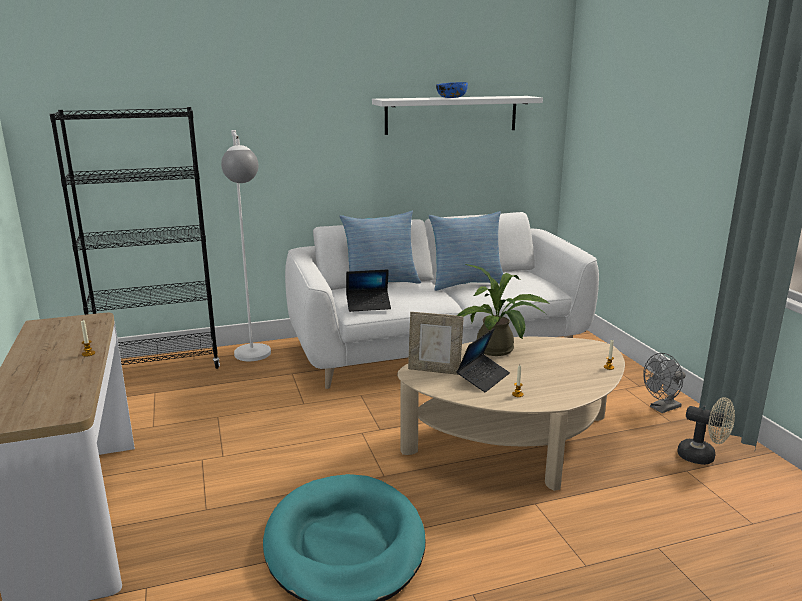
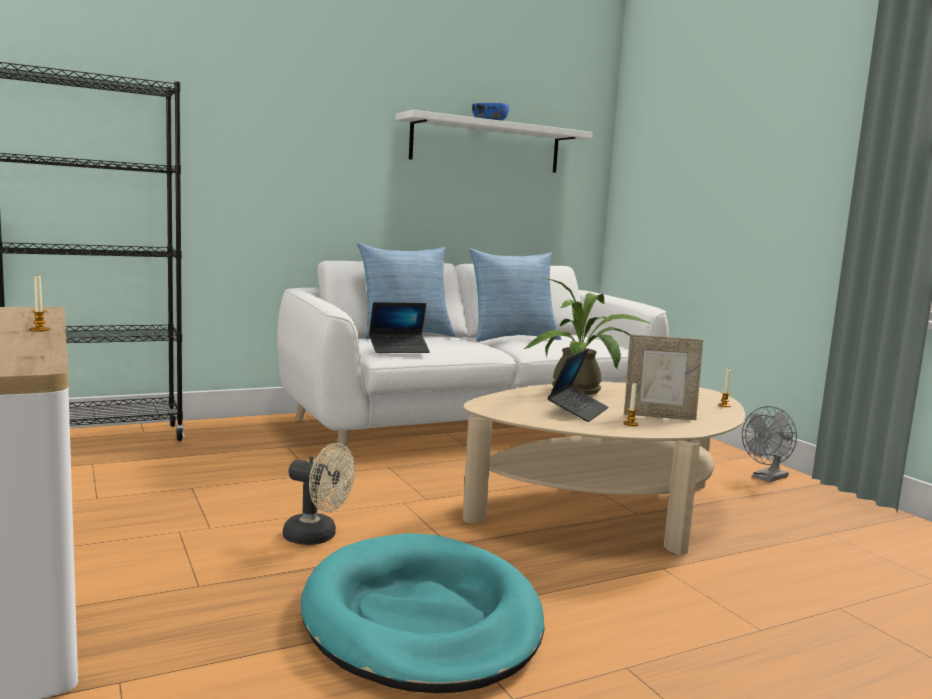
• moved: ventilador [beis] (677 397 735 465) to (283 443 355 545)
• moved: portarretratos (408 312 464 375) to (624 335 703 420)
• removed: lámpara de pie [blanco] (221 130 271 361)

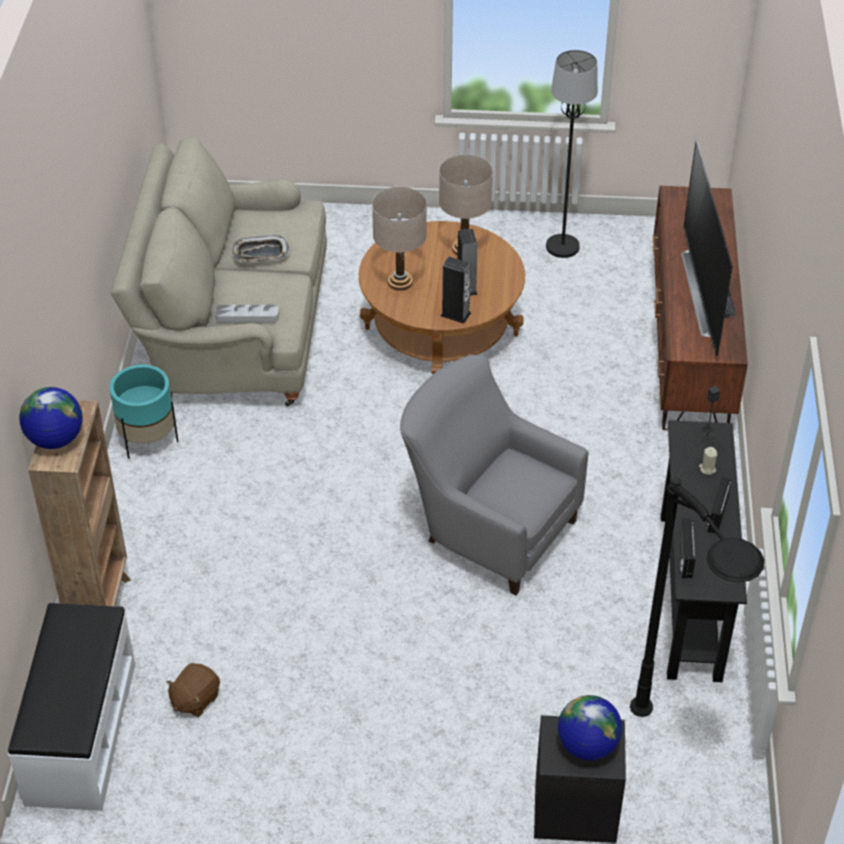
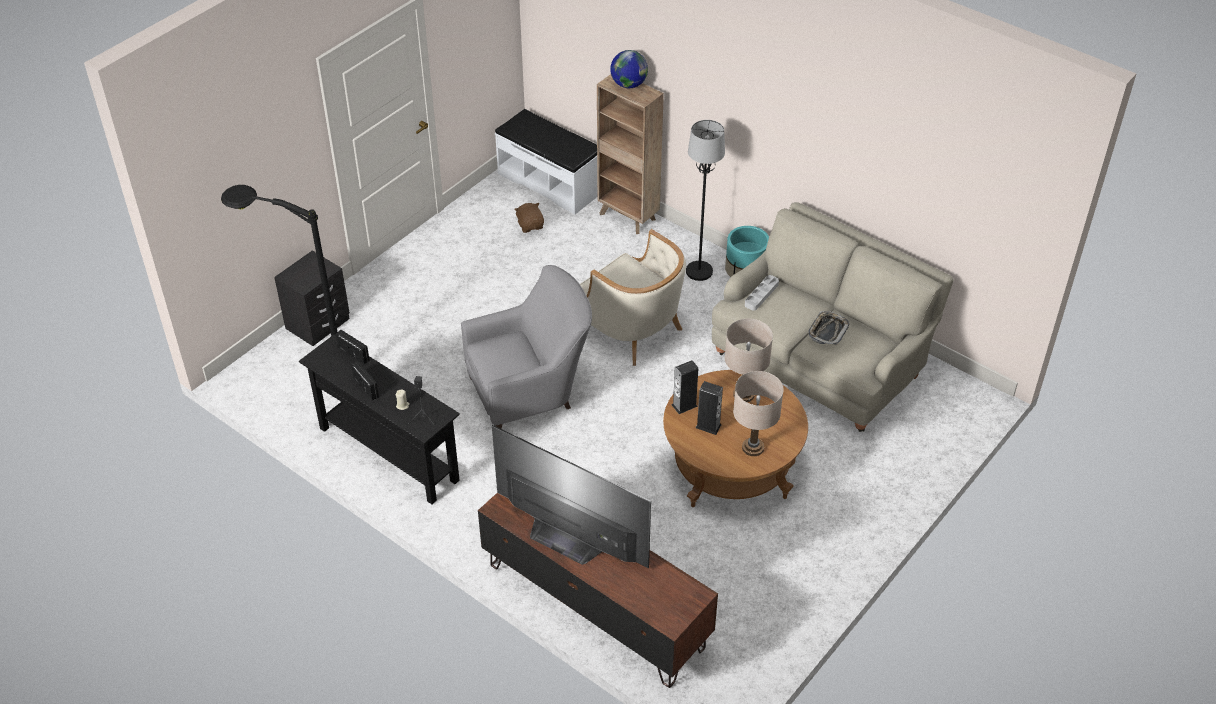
• added: sillón [beis] (580 229 686 366)
• moved: lámpara de pie [negro] (546 50 598 258) to (686 120 725 281)
• removed: globo terráqueo (558 695 622 761)

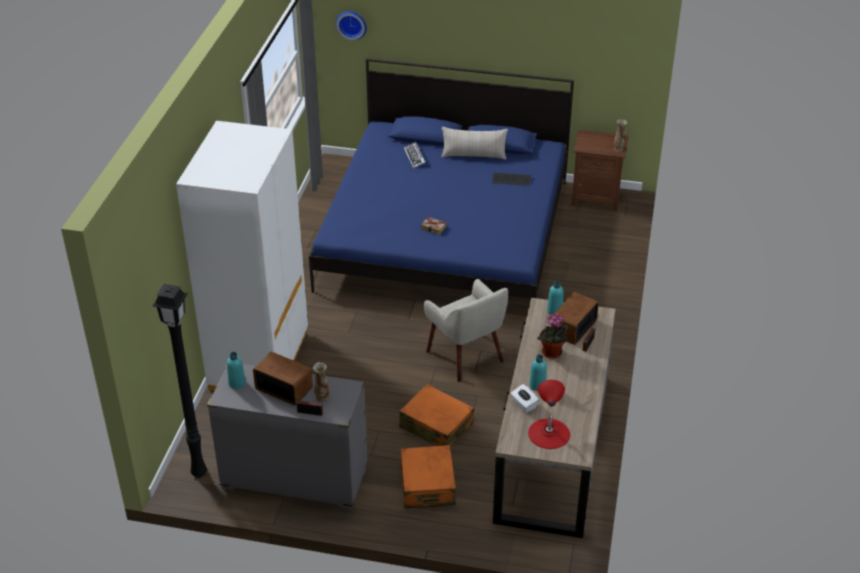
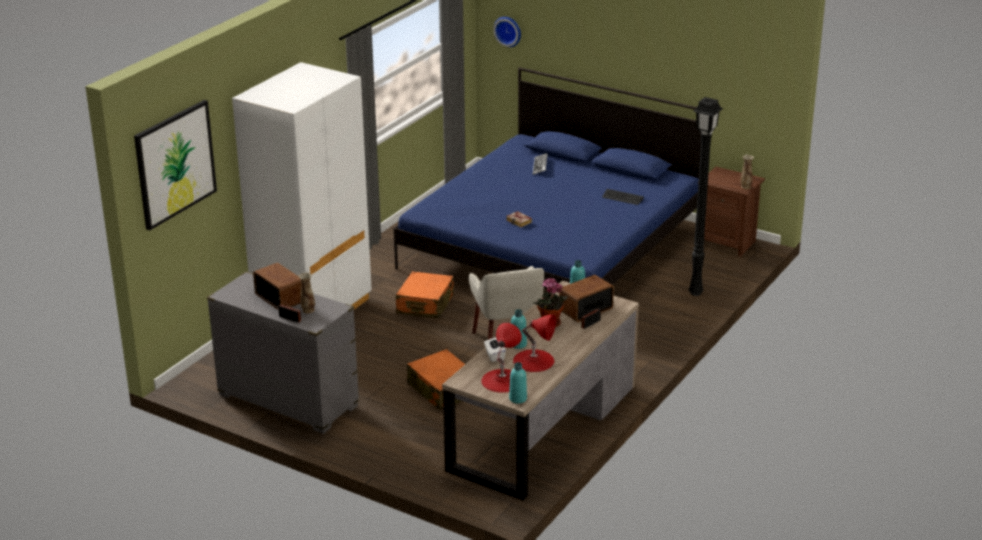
• added: cuadro (134 100 217 230)
• moved: maleta [naranja] (399 445 456 509) to (396 271 454 319)
• moved: botella [turquesa] (227 352 246 389) to (509 362 527 404)
• added: lámpara de mesa [rojo] (513 314 556 372)
• moved: lámpara de pie [negro] (152 284 207 478) to (689 97 723 296)
• removed: cojín [beis] (441 127 508 160)

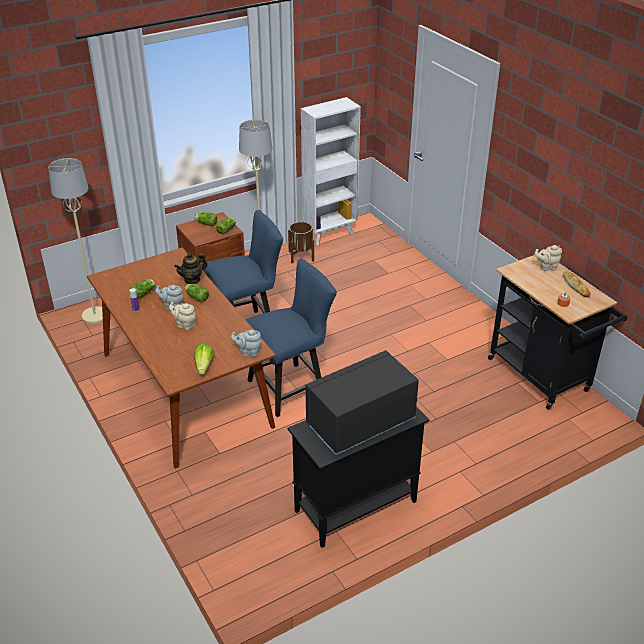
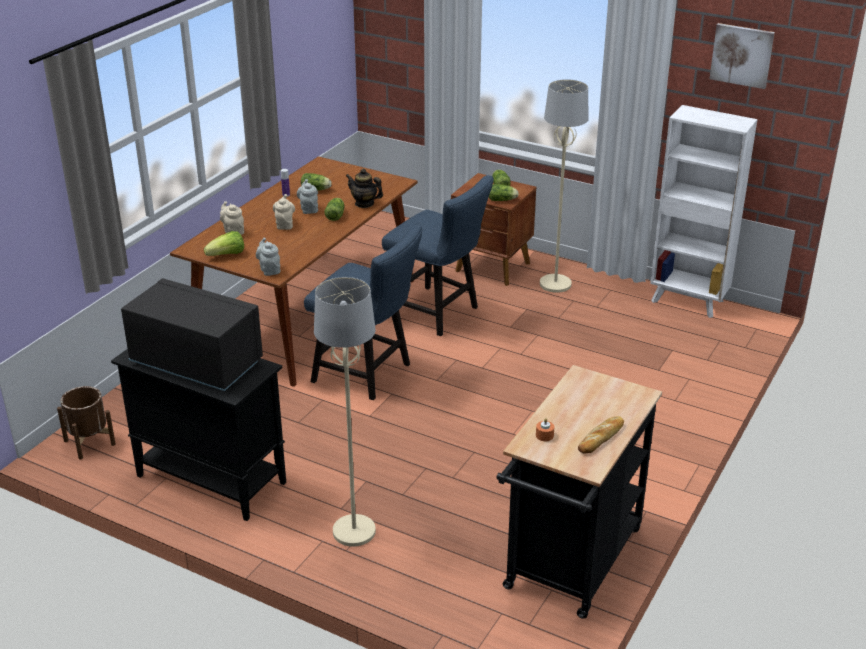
• moved: maceta [marrón] (288 222 314 263) to (57 386 116 459)
• moved: tetera [beis] (534 245 562 271) to (220 201 244 235)
• moved: lámpara de pie [beis] (48 158 103 324) to (314 277 376 547)
• added: cuadro (709 23 775 89)

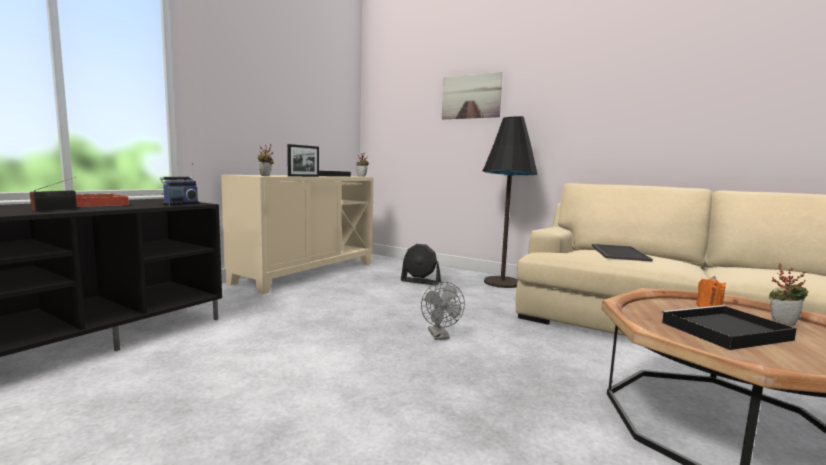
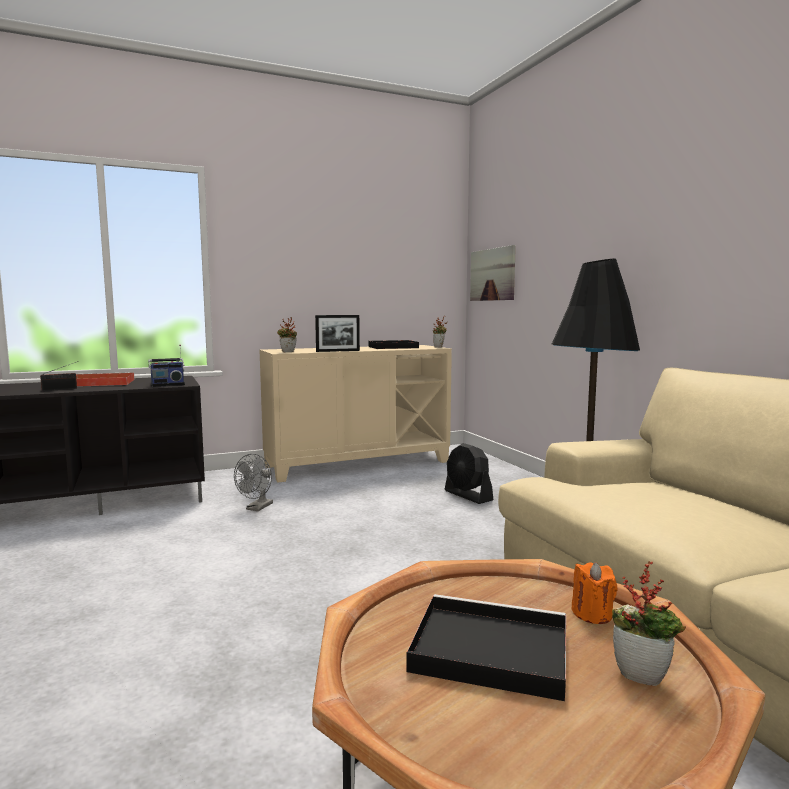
• moved: ventilador [gris] (421 282 465 340) to (234 454 273 511)
• moved: cuadro (442 72 503 119) to (470 245 516 301)
• removed: bandeja (592 244 653 262)

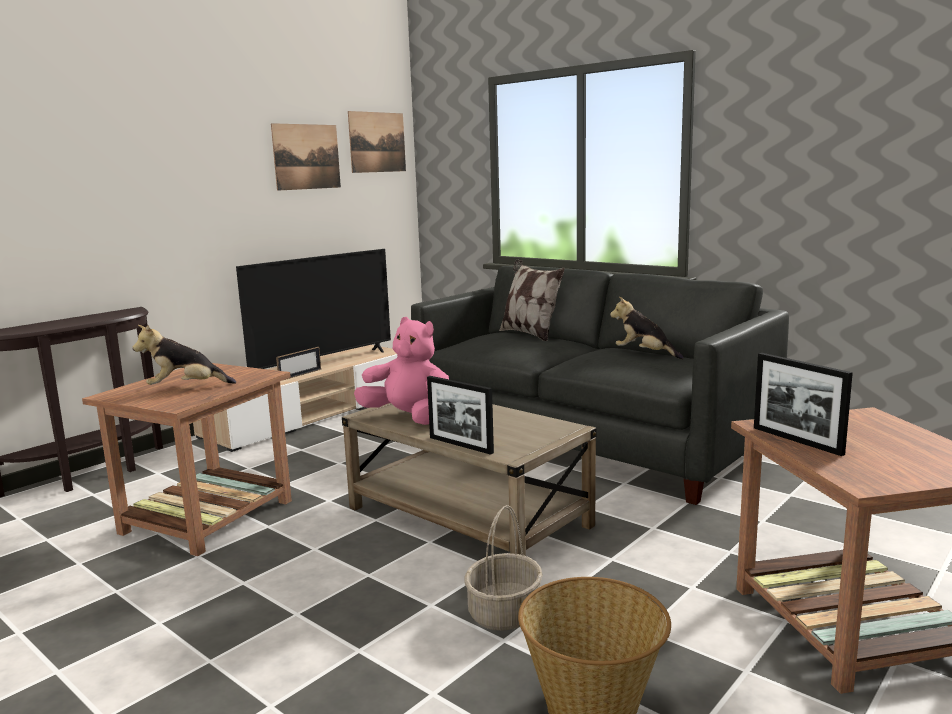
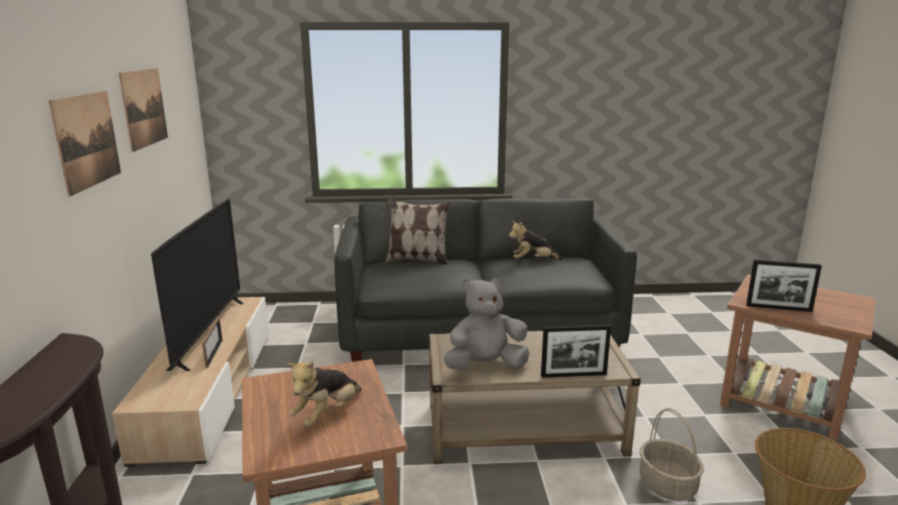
• moved: cuadro (348 111 406 173) to (49 91 121 197)
• recoloured: peluche [rosa] (354 317 449 425) to peluche [gris] (443 278 530 370)

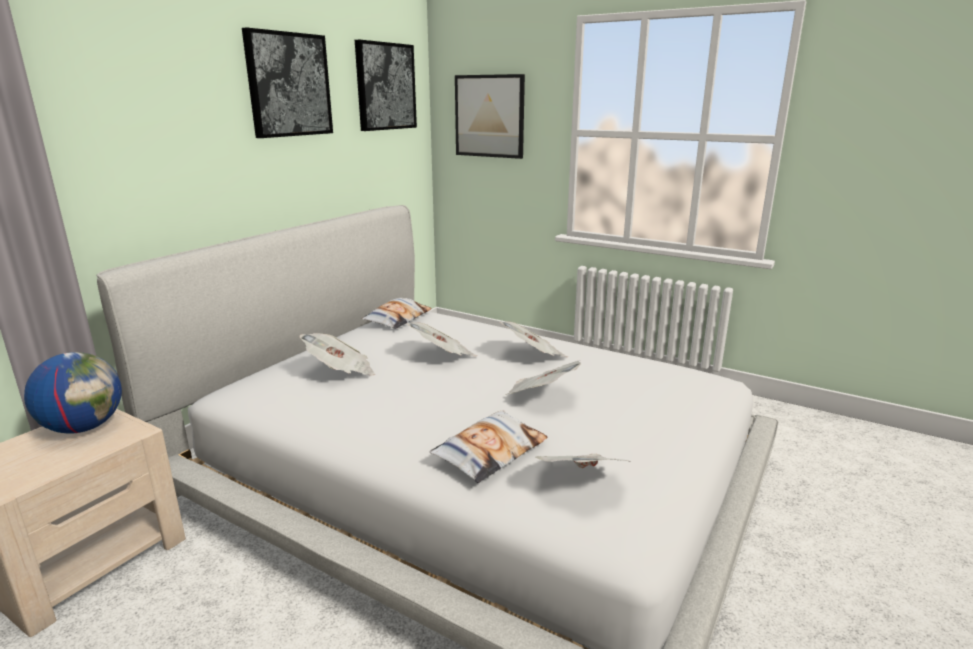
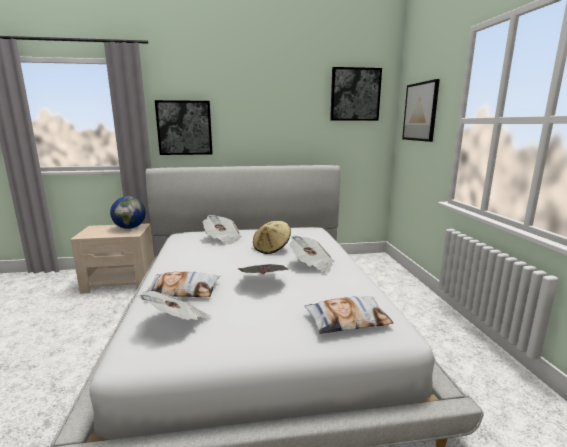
• moved: cuadro (242 27 333 138) to (155 100 213 155)
• replaced: periódico (406 322 477 356) to sombrero [beis] (253 221 291 254)
• moved: cojín (362 298 432 329) to (304 296 394 334)

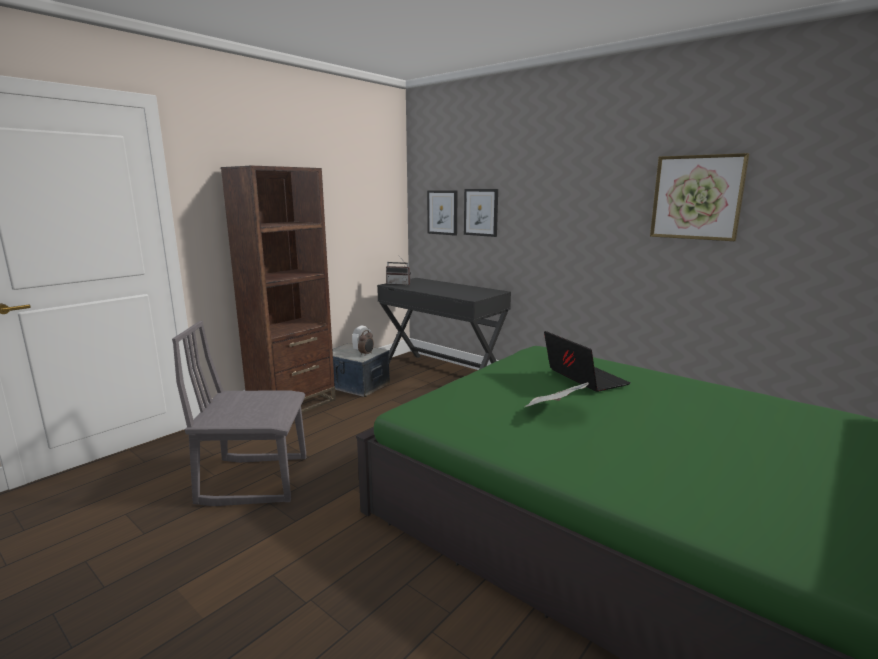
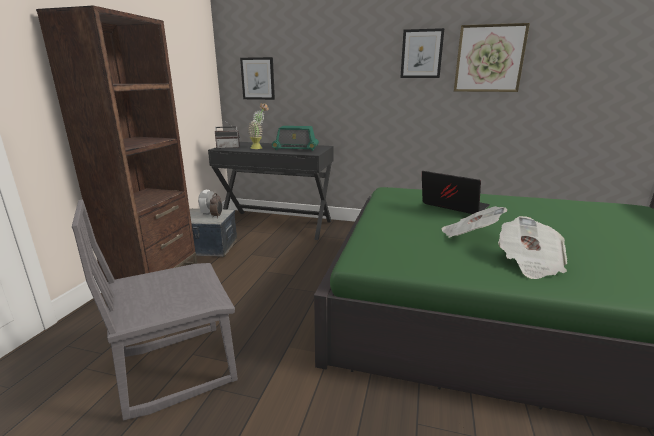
• added: planta en maceta (248 103 268 149)
• added: radio (272 126 319 151)
• moved: cuadro (464 189 498 237) to (400 28 445 78)
• added: periódico (498 216 567 279)

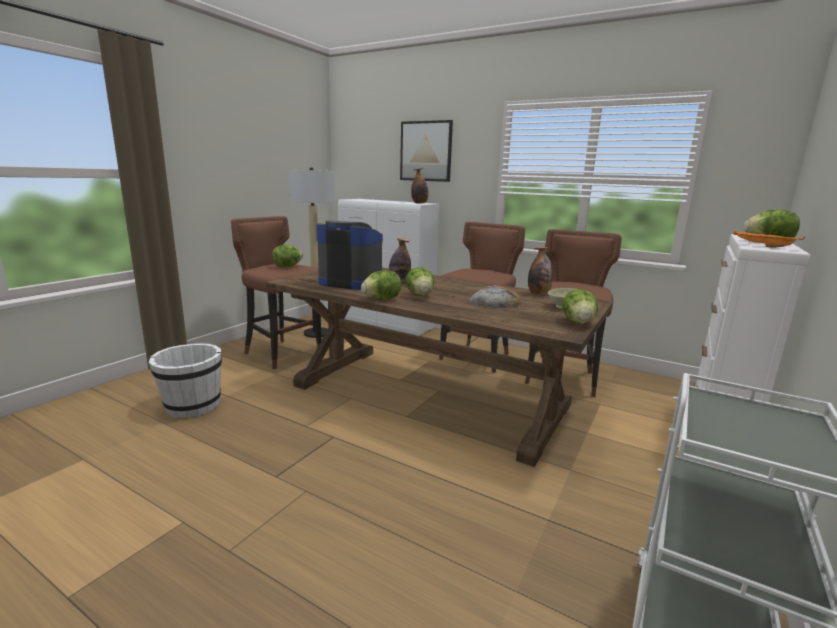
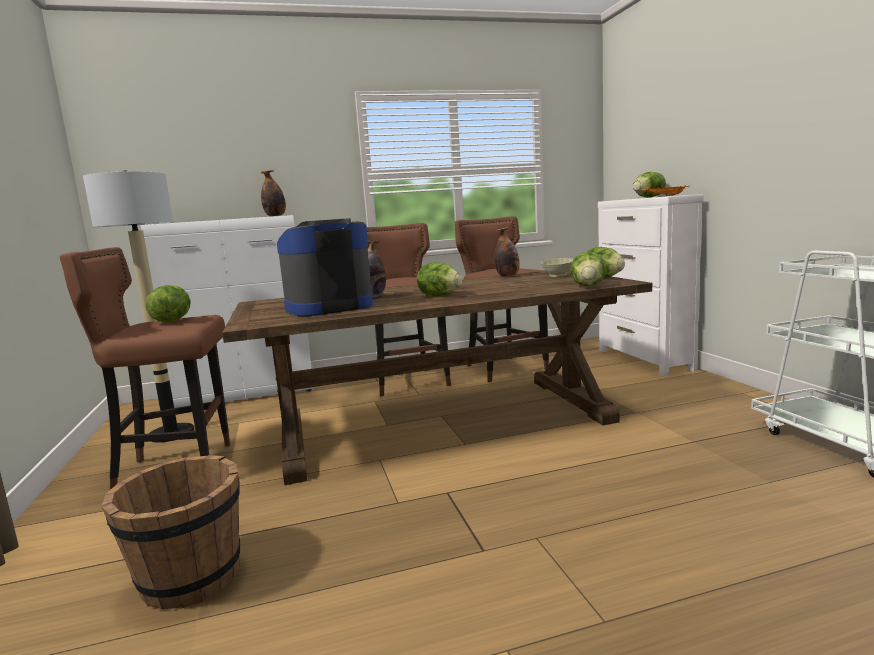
• recoloured: cubo [blanco] (149 343 222 418) to cubo [marrón] (102 455 240 609)
• moved: lechuga (361 270 401 300) to (570 252 606 286)
• removed: cuadro (400 120 453 182)
• removed: pan (468 285 522 308)

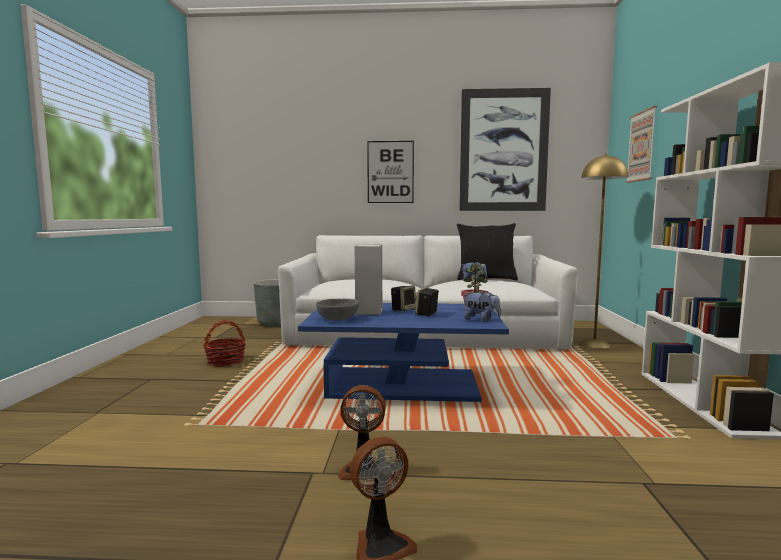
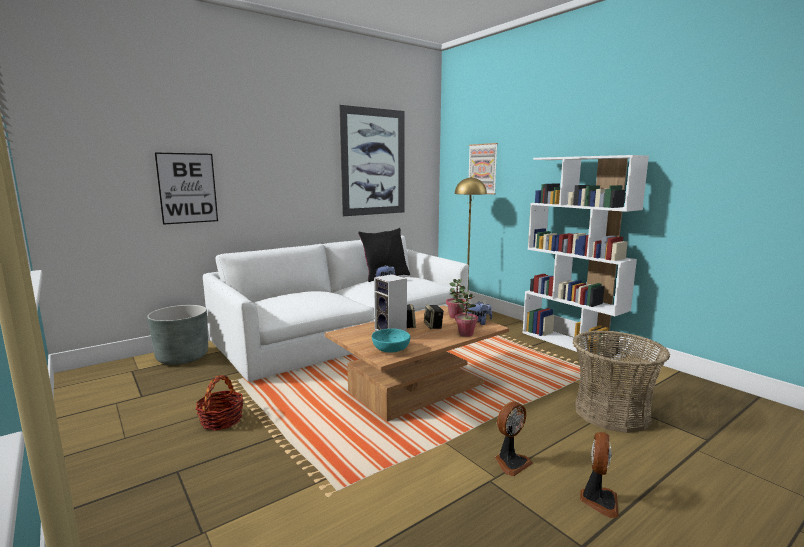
• moved: cuadro (367 141 414 203) to (155 152 218 225)
• recoloured: mesa de centro [azul] (298 303 509 402) to mesa de centro [marrón] (325 305 509 422)
• recoloured: cuenco [gris] (316 299 359 320) to cuenco [turquesa] (372 328 410 353)
• added: planta en maceta (455 291 478 337)
• added: cesta (573 330 670 433)

